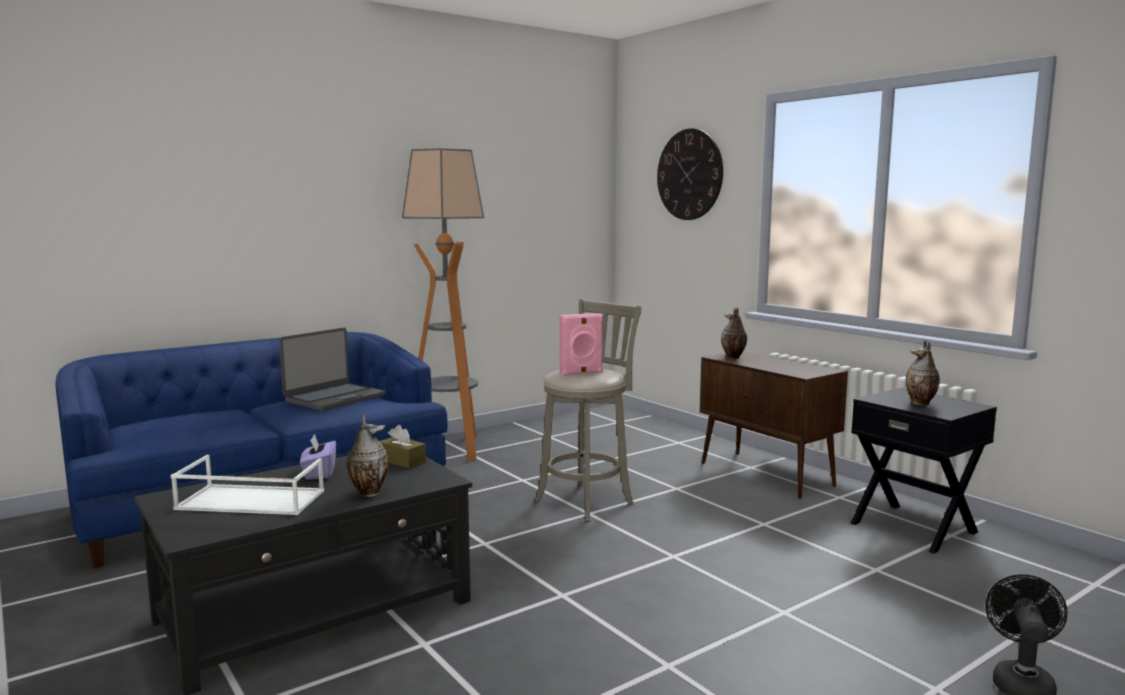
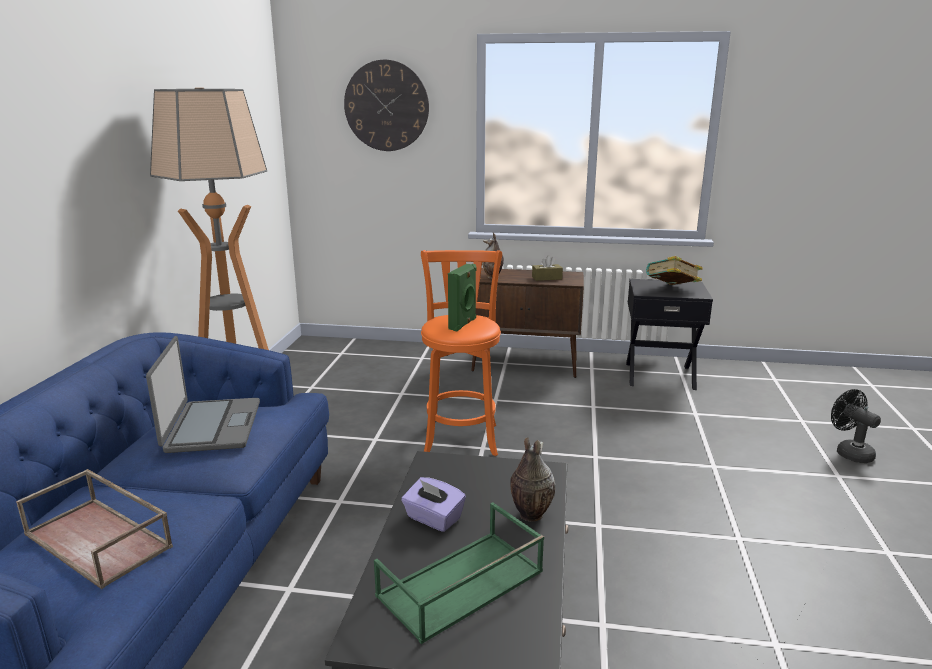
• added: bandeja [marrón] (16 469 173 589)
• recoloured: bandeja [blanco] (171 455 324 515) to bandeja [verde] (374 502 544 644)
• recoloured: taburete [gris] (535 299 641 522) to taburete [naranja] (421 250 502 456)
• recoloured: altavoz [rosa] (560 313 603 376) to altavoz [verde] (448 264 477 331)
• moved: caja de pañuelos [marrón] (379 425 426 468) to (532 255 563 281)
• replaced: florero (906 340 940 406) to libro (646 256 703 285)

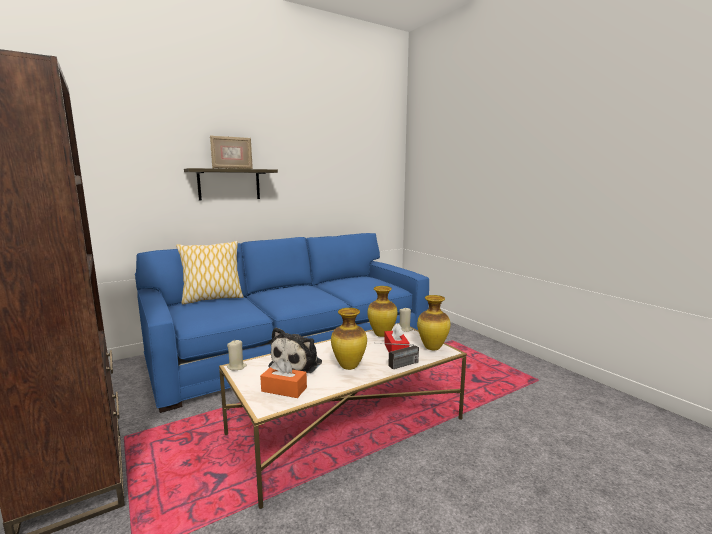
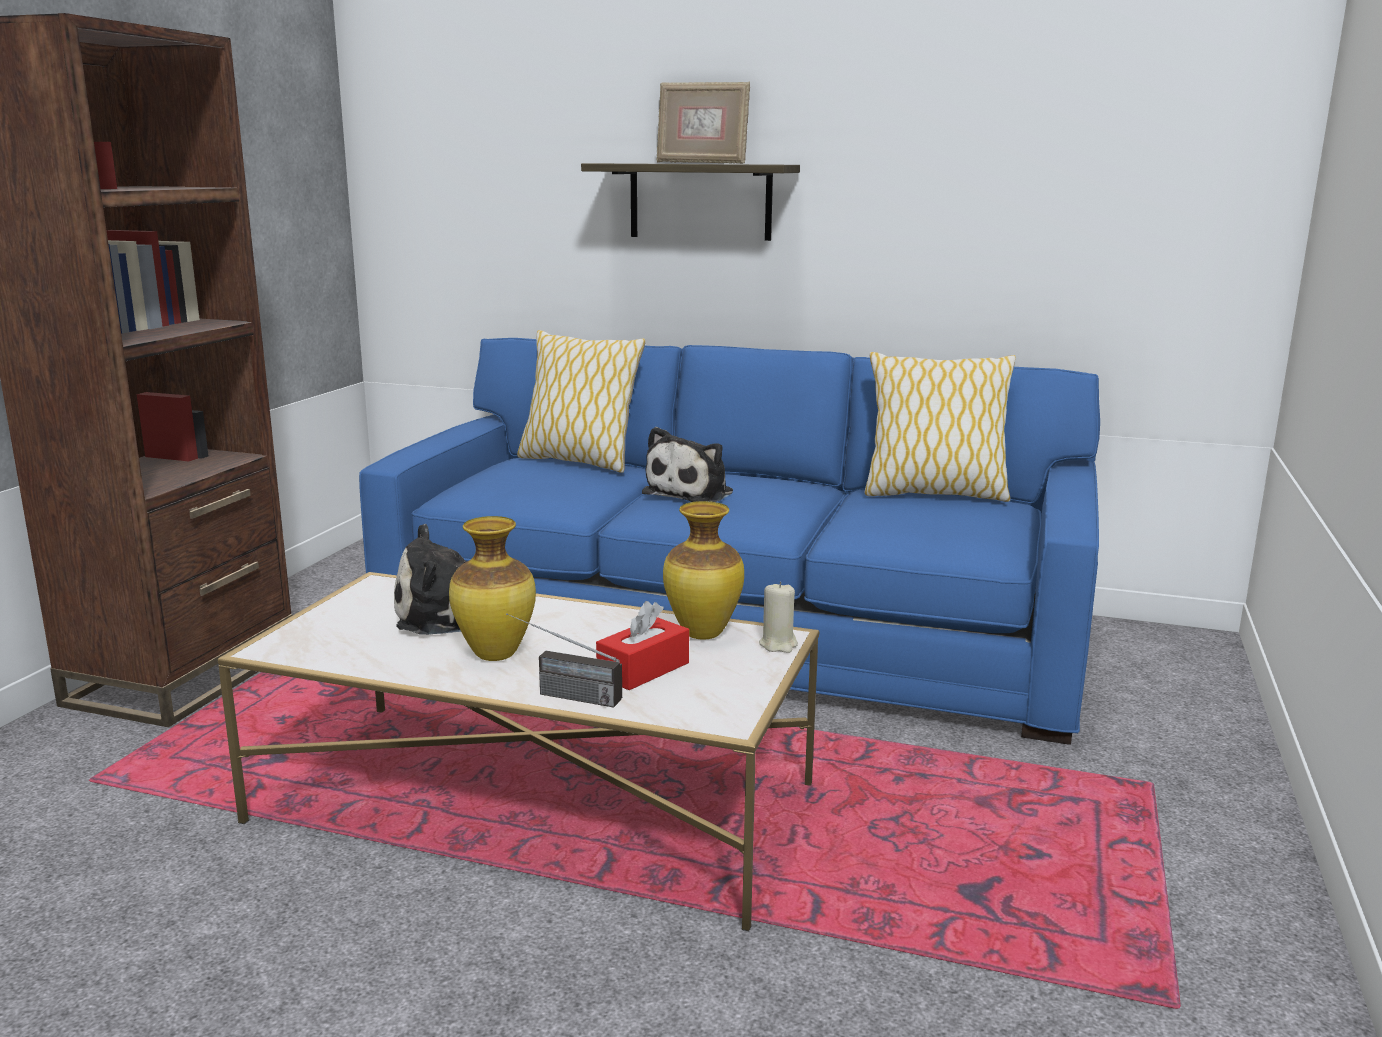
• added: peluche (642 427 733 502)
• added: cojín (864 352 1016 502)
• removed: vela [beis] (227 340 247 370)
• removed: caja de pañuelos [naranja] (260 358 307 398)
• removed: florero (417 295 450 350)

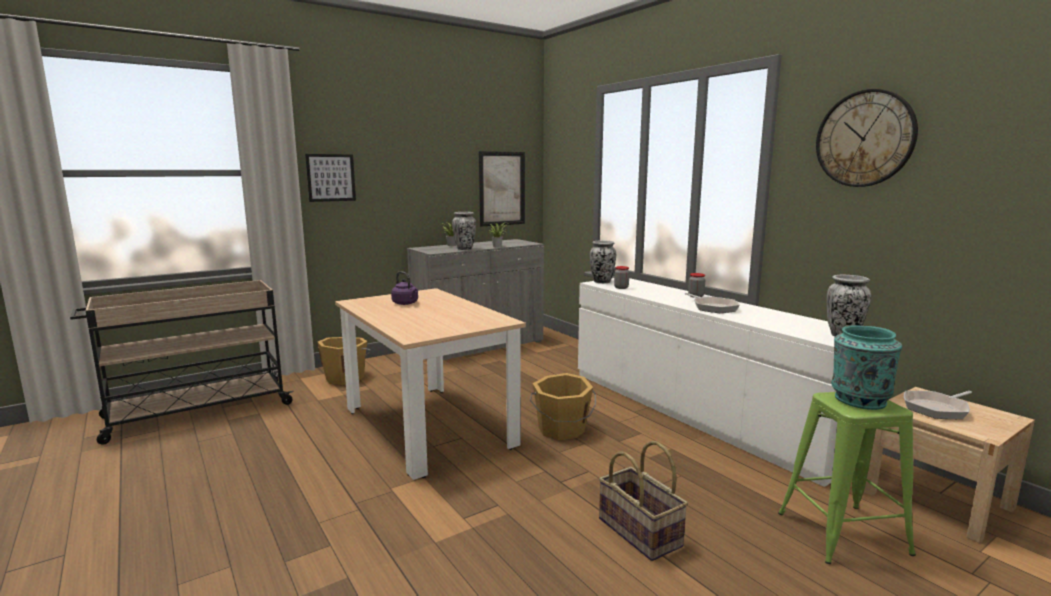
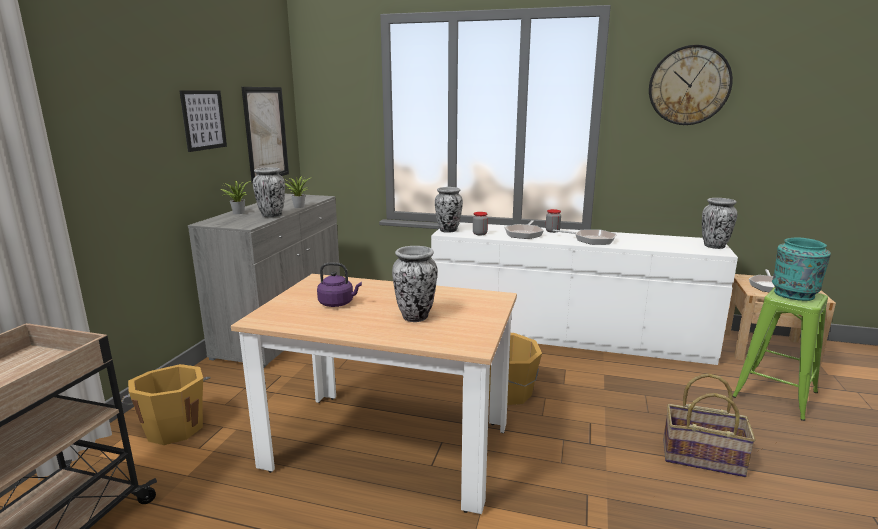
• moved: cuadro (305 154 356 202) to (179 90 227 152)
• added: florero (392 246 437 322)
• added: sartén (504 220 544 239)

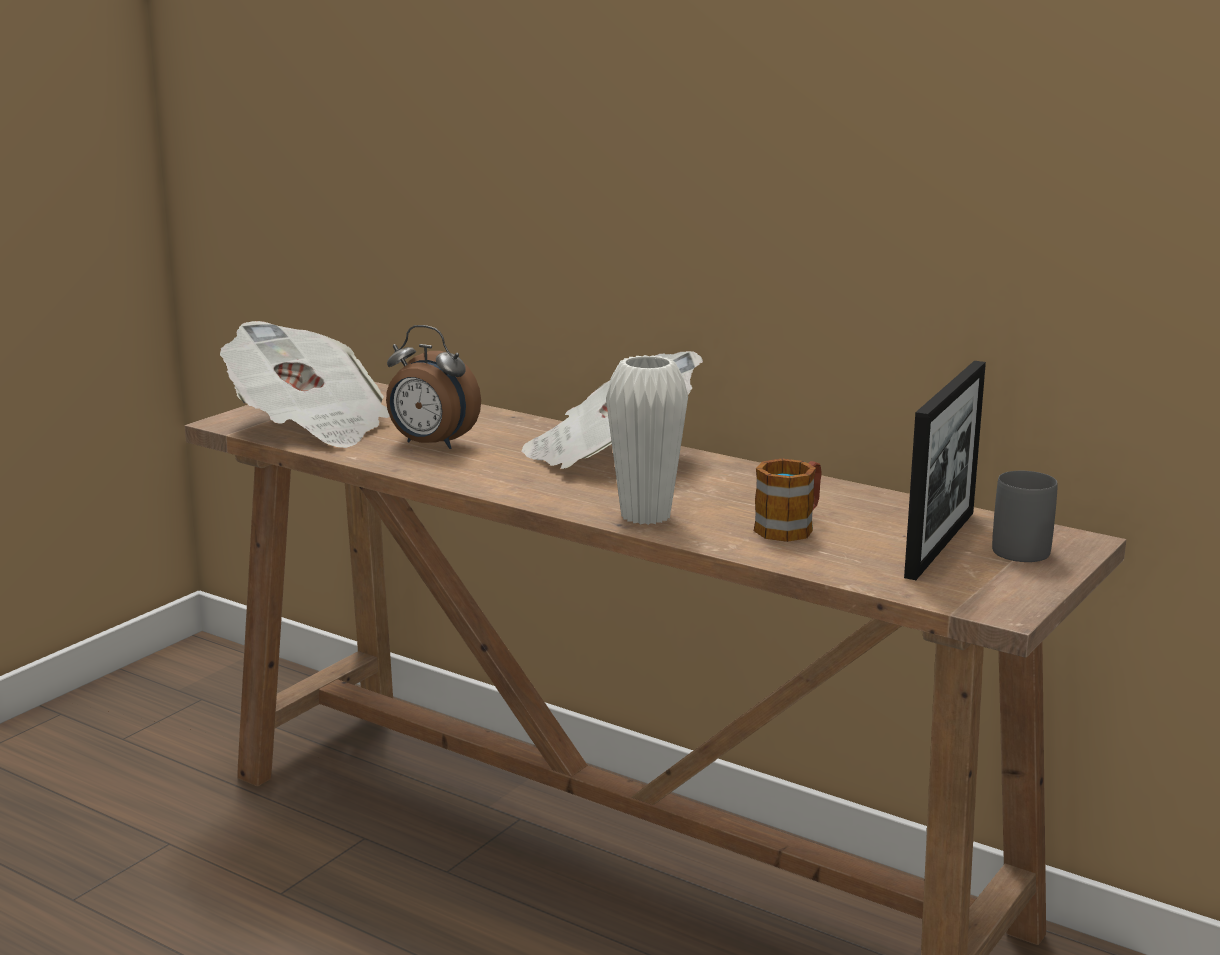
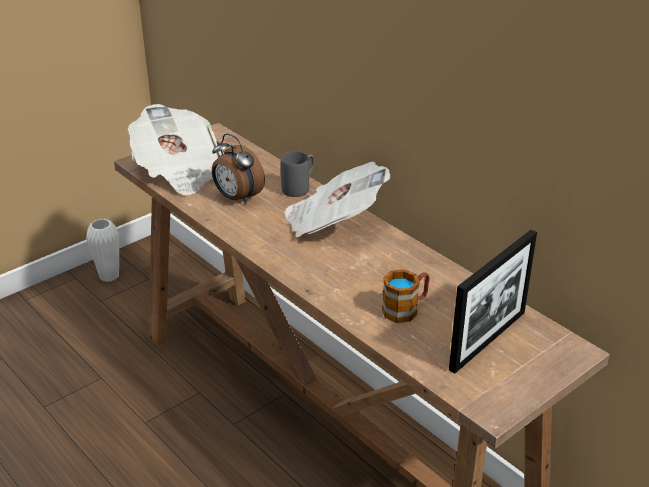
• moved: florero [blanco] (606 355 688 525) to (86 219 119 282)
• moved: taza grande [gris] (992 471 1057 562) to (281 151 315 197)

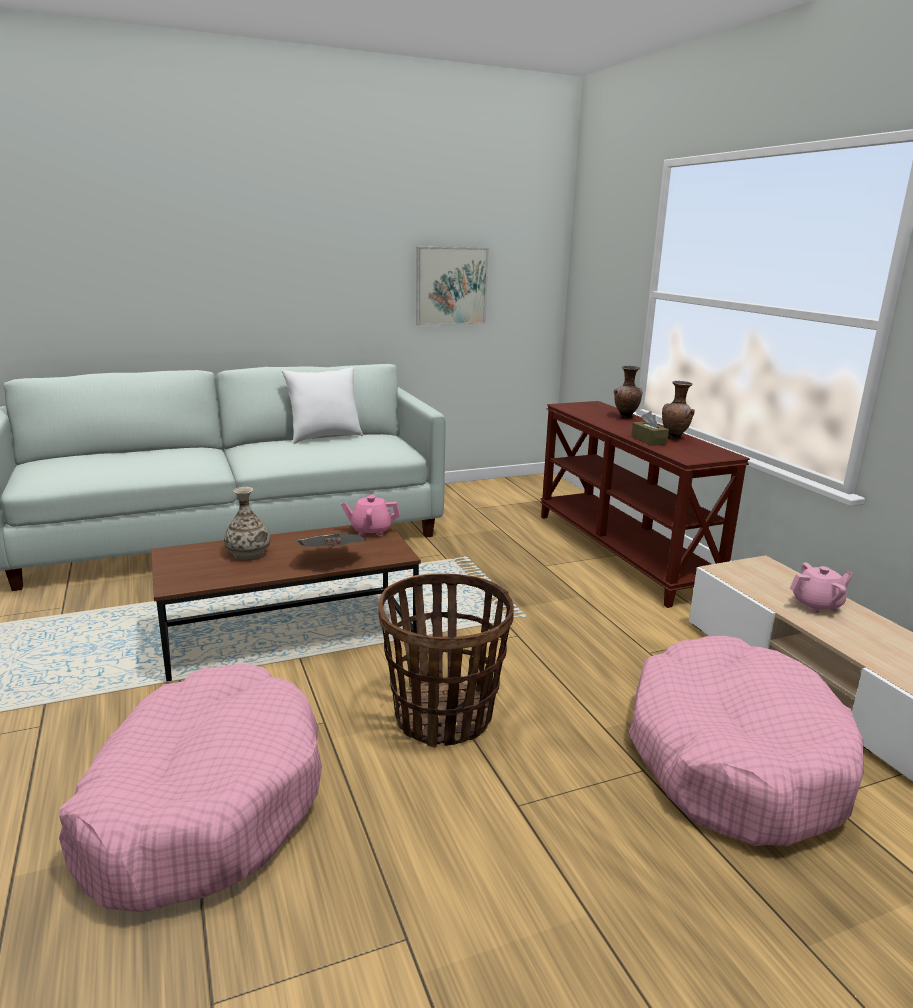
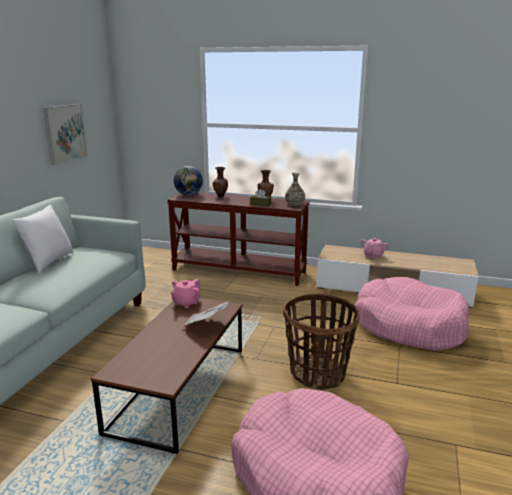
• added: globo terráqueo (174 166 203 195)
• moved: florero (224 487 270 560) to (285 172 305 206)

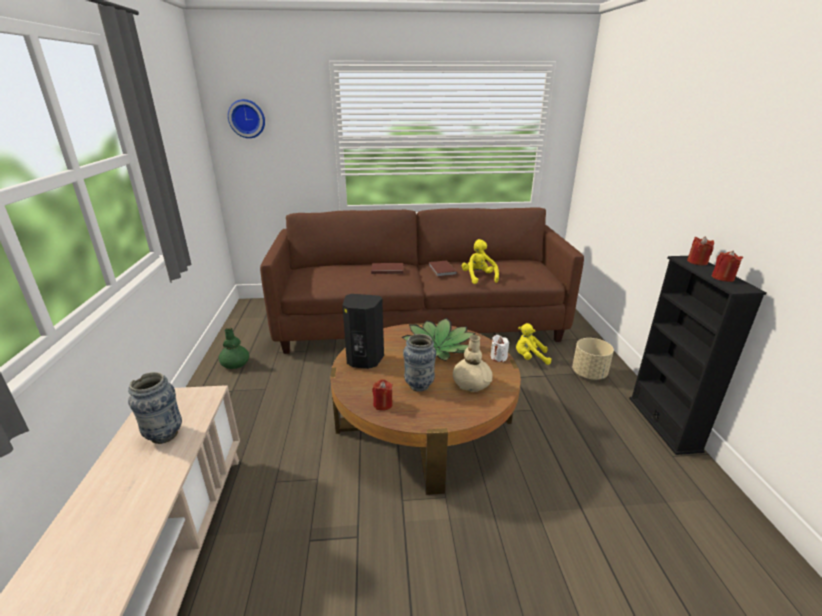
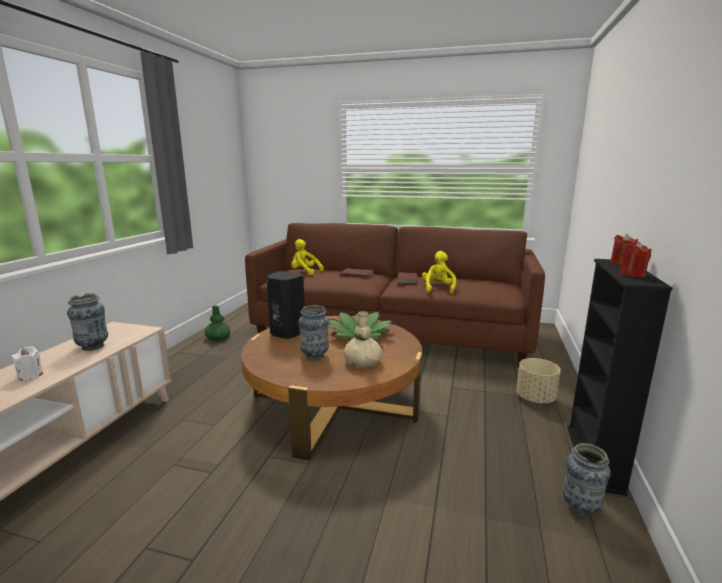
• moved: vela [blanco] (490 335 509 362) to (12 346 43 381)
• moved: peluche [amarillo] (516 323 551 365) to (291 239 324 275)
• added: florero (563 443 611 516)
• removed: reloj de pared (228 99 265 138)
• removed: vela [rojo] (372 379 393 411)

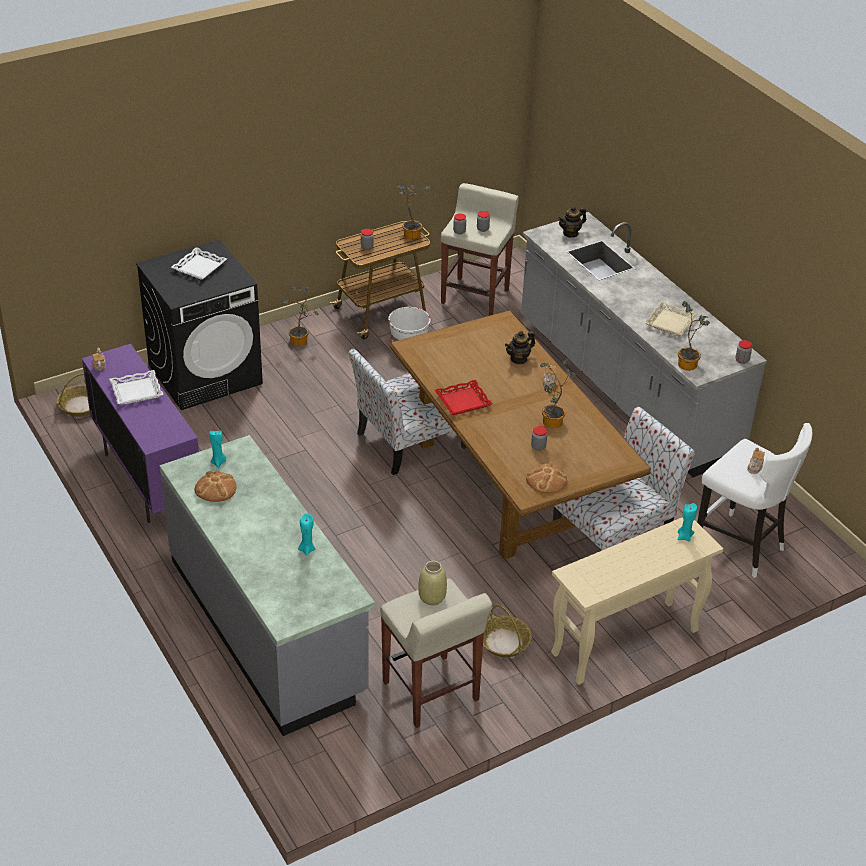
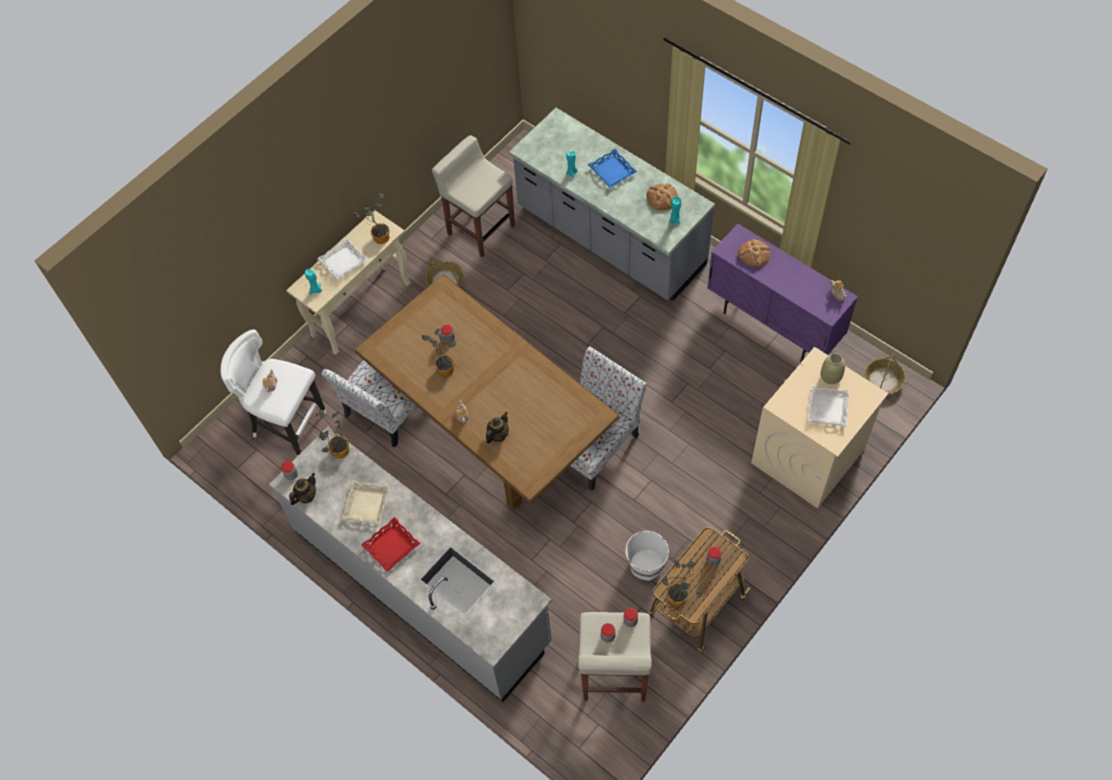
• moved: tetera (558 206 586 238) to (289 473 316 505)
• moved: bandeja [blanco] (109 370 163 405) to (317 238 368 280)
• moved: planta en maceta (283 286 319 346) to (354 193 390 244)
• moved: bandeja [rojo] (435 380 493 415) to (362 517 420 572)
• added: bandeja [azul] (588 149 637 188)
• moved: pan (526 462 567 493) to (738 239 771 267)
• recoloured: lavadora [negro] (136 240 263 410) to lavadora [beis] (751 347 888 508)
• moved: florero [beis] (418 561 447 605) to (821 353 845 384)

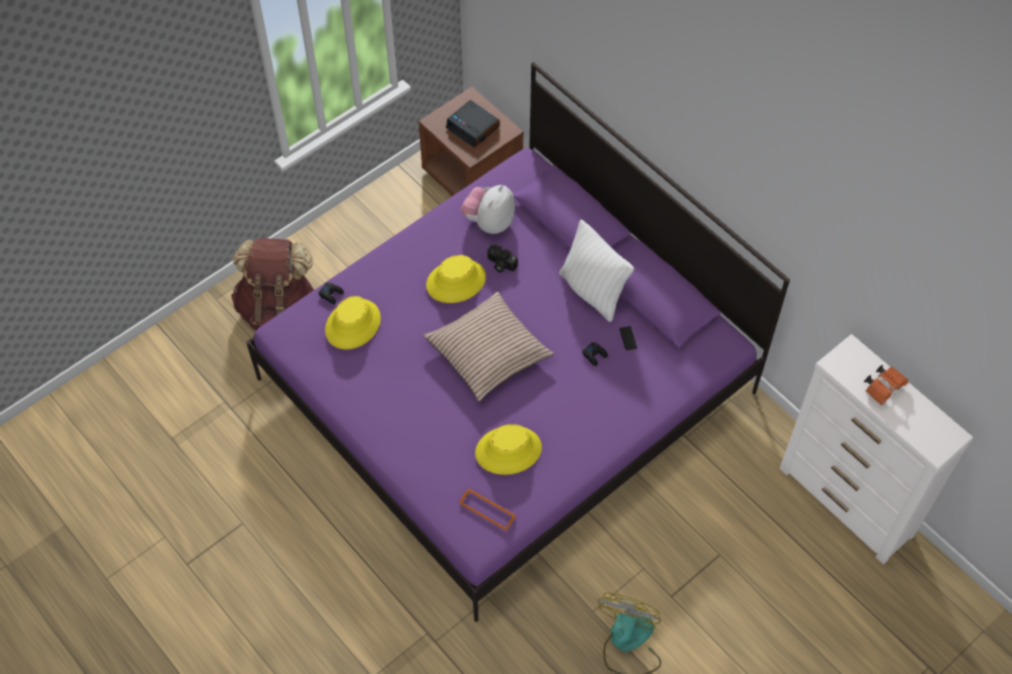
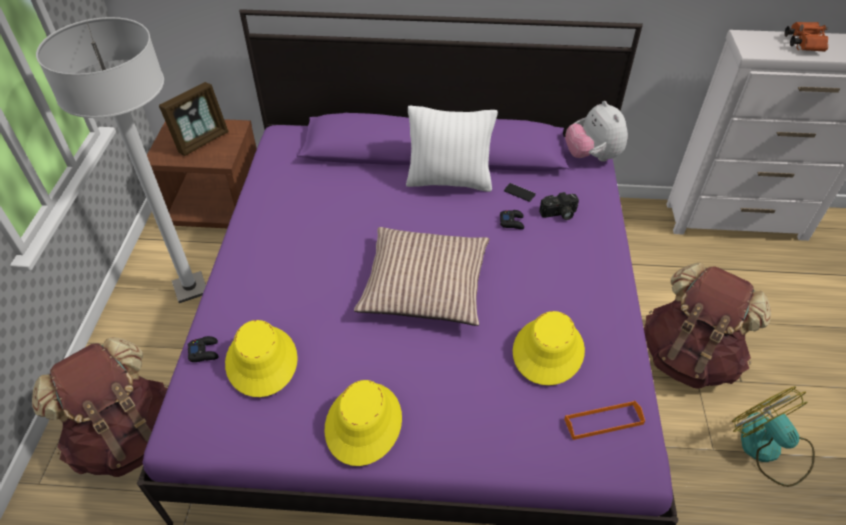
• added: lámpara de pie [blanco] (36 17 206 303)
• replaced: despertador (446 100 500 148) to portarretratos (159 82 228 156)
• moved: sombrero [amarillo] (426 255 486 303) to (324 380 402 466)
• moved: cámara (487 245 518 273) to (539 192 579 220)
• moved: peluche (461 185 515 234) to (565 101 628 162)
• added: mochila [marrón] (644 263 771 389)

